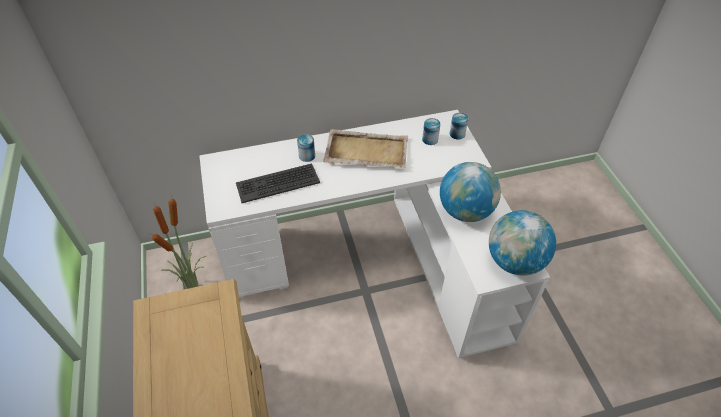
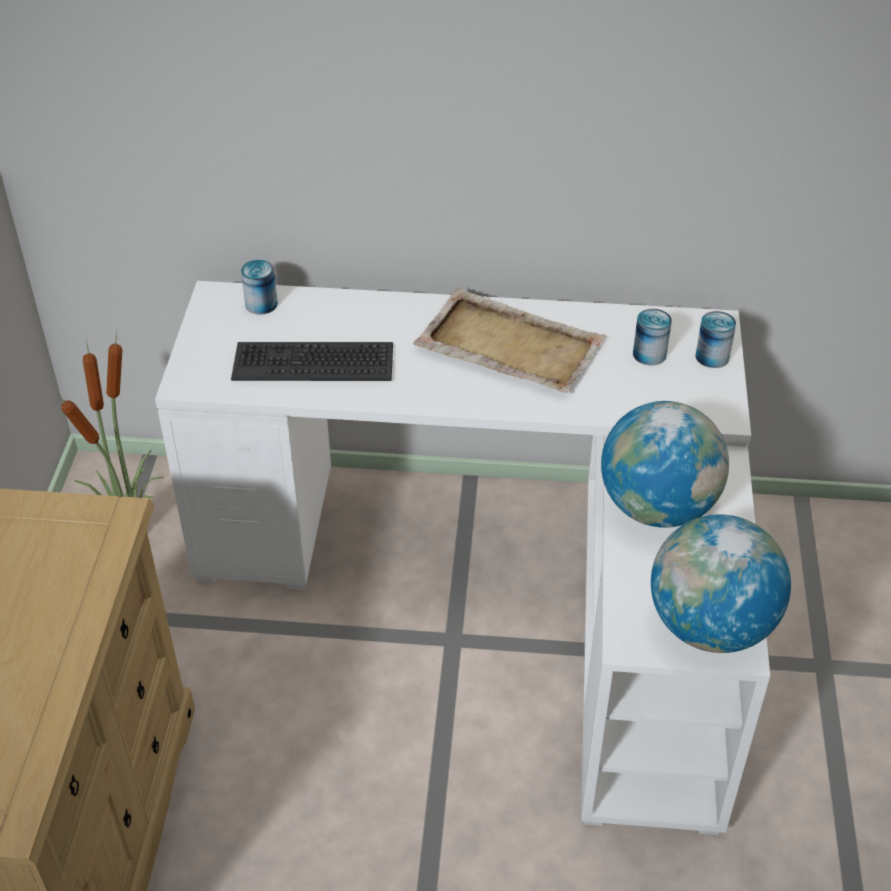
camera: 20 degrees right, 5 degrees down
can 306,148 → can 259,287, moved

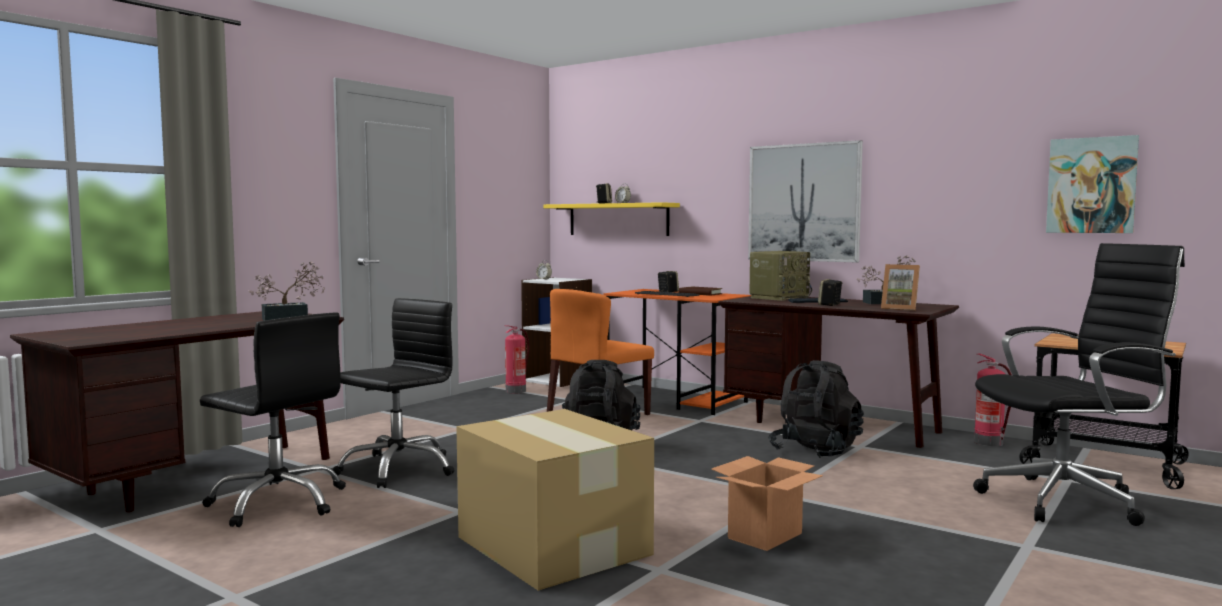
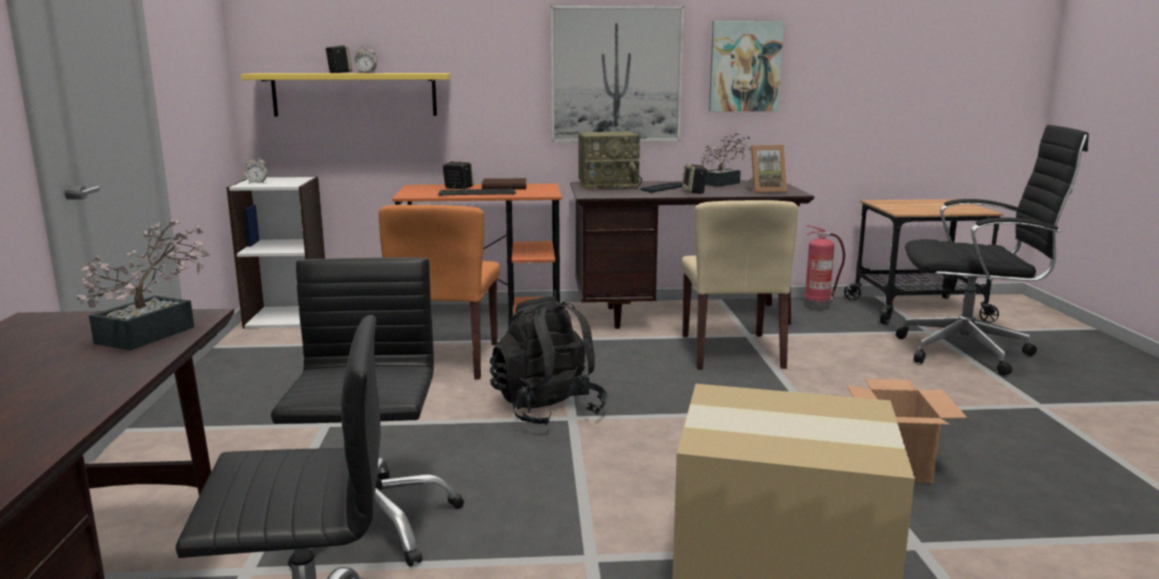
camera: 40 degrees left, 10 degrees up
radio 780,276 → radio 610,161, 75 degrees clockwise
backpack in black 816,409 → chair in beige 740,285
picture 1092,184 → picture 746,66, moved
office chair in black 1079,384 → office chair in black 992,250, 60 degrees clockwise
fire extinguisher 517,359 → -

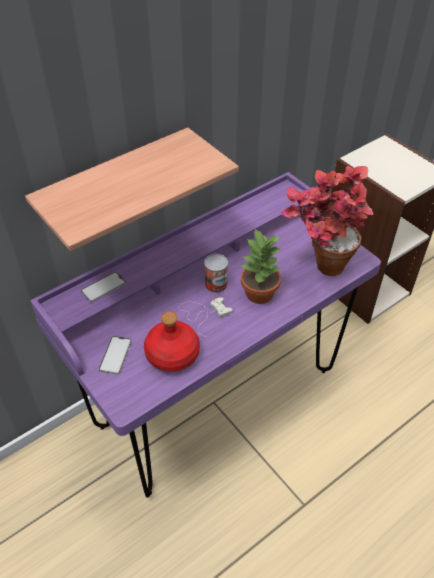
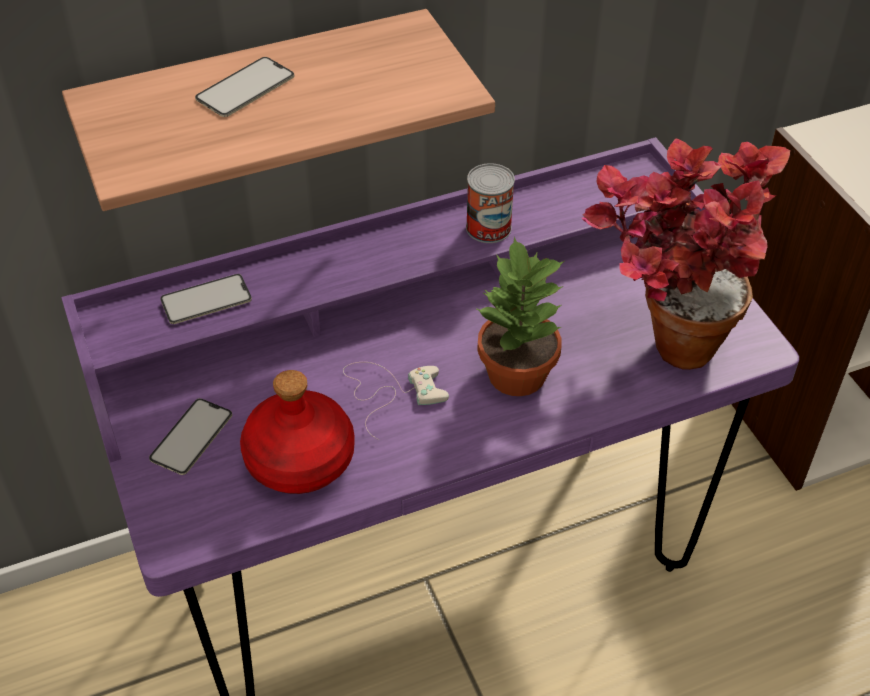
camera: 15 degrees right, 0 degrees up
- → phone 244,87
can 216,273 → can 490,203, moved

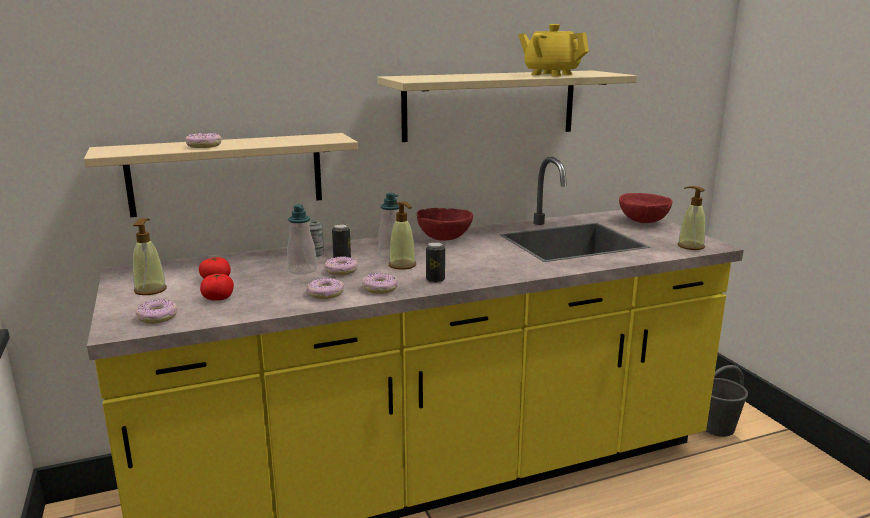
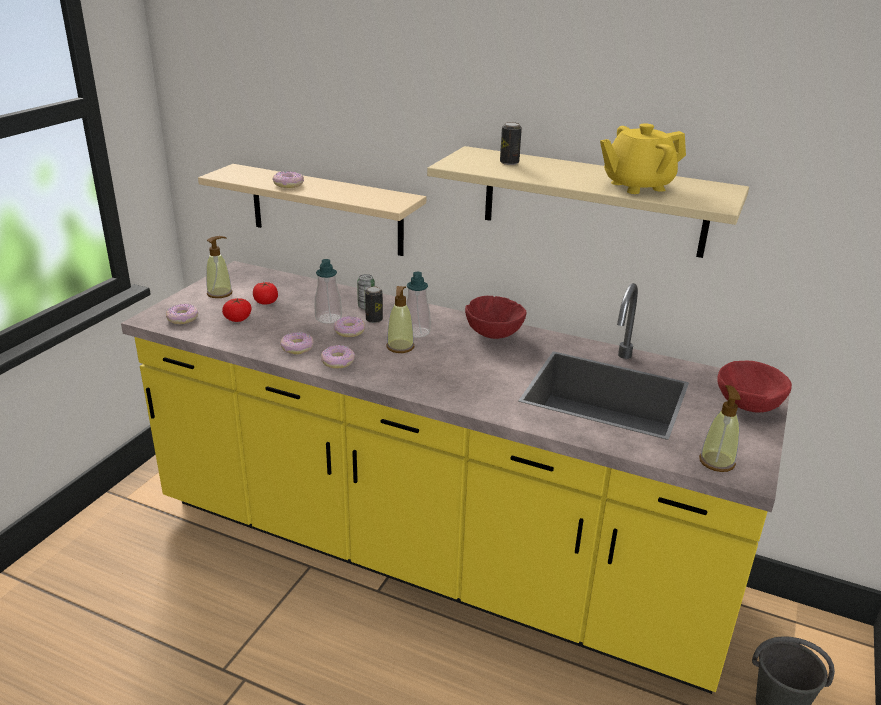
camera: 45 degrees right, 10 degrees up
can 435,262 → can 511,143, moved
teapot in yellow 553,50 → teapot in yellow 643,159, 105 degrees counterclockwise

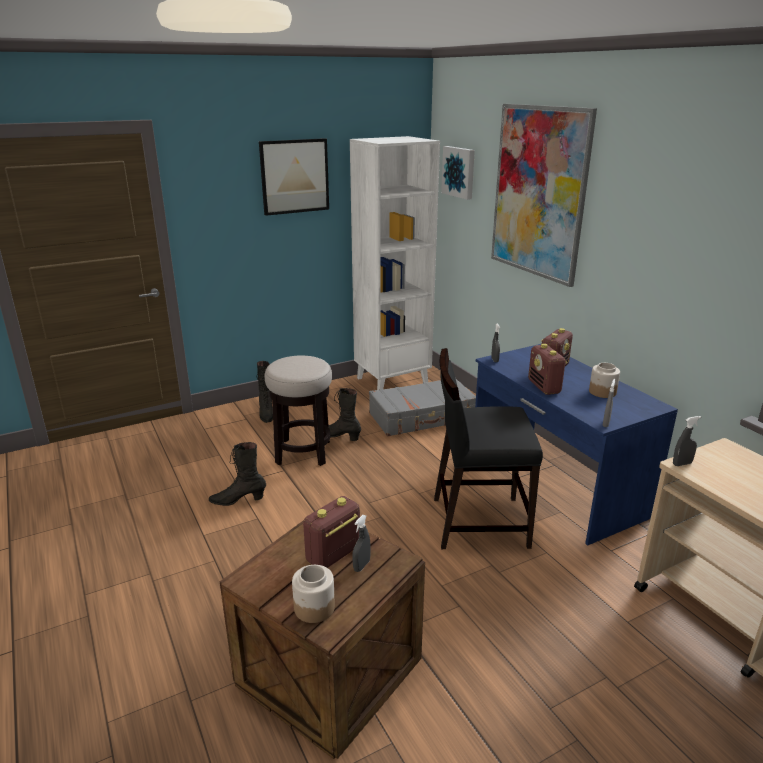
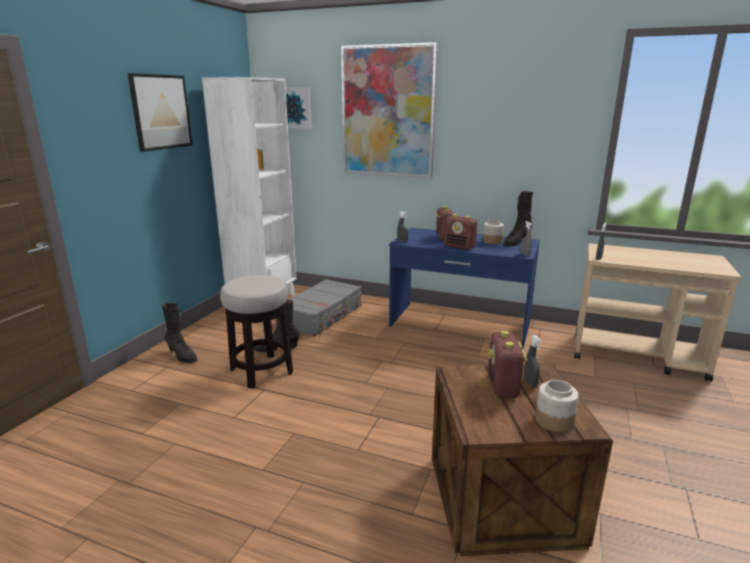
camera: 40 degrees left, 5 degrees down
boot in black 237,474 → boot in black 518,218, moved
chair in black 488,448 → -

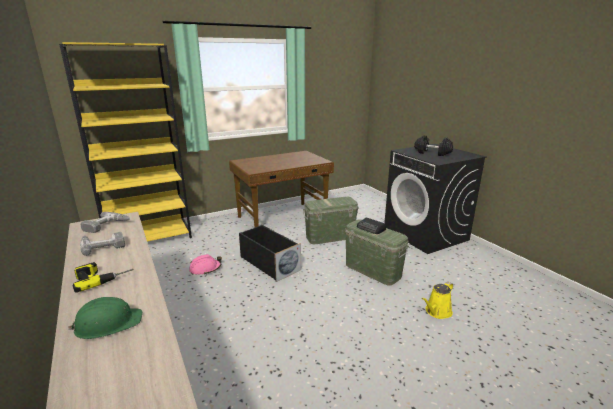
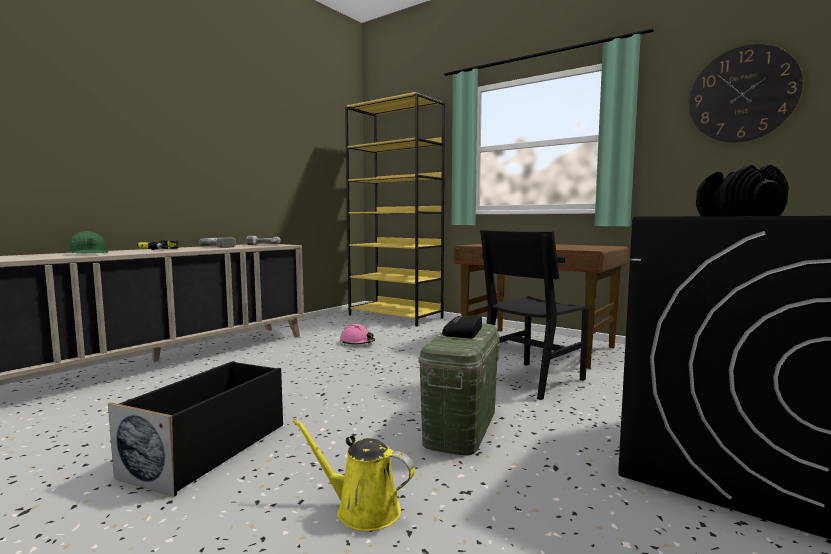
camera: 65 degrees right, 15 degrees down
storage box in black 270,253 → storage box in black 195,429, moved
storage box in green 331,220 → chair in black 536,315
- → wall clock 746,93

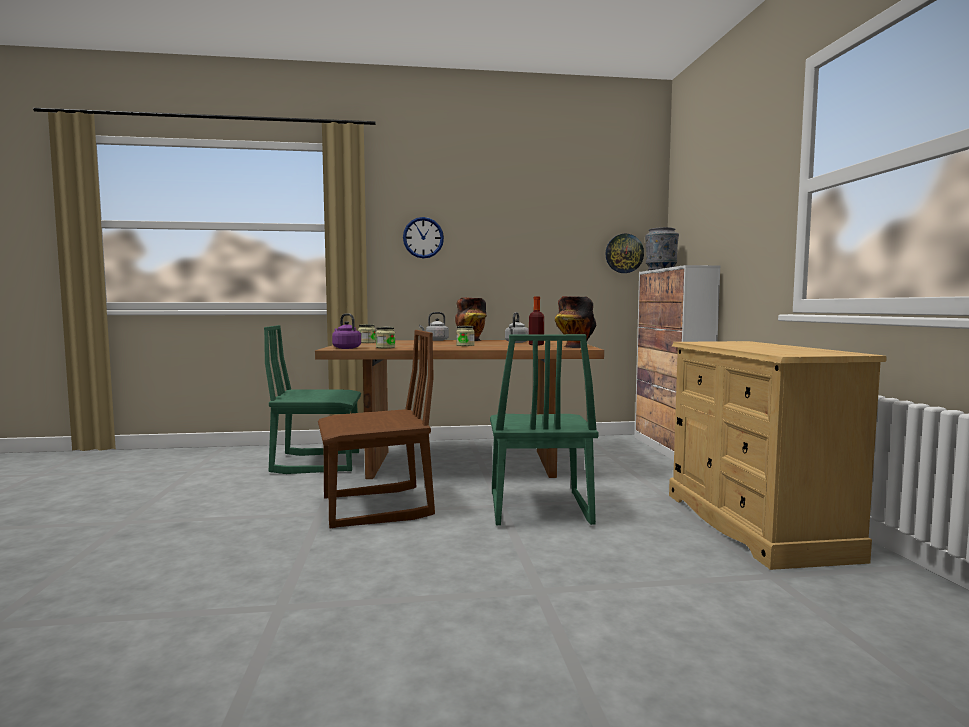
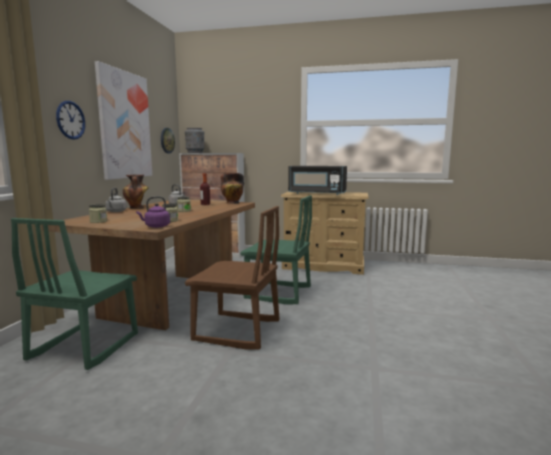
camera: 70 degrees left, 5 degrees up
- → picture 123,120
chair in brown 376,429 → chair in brown 232,278, 105 degrees clockwise
- → microwave in black 317,180

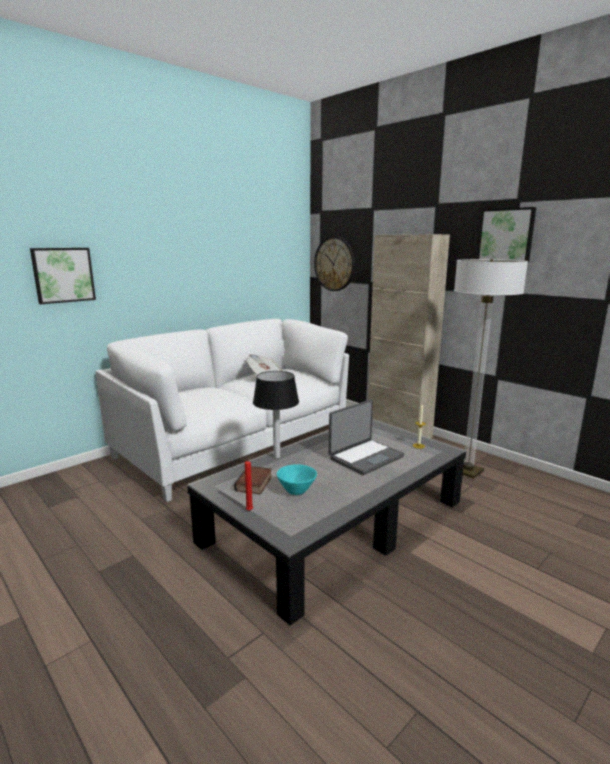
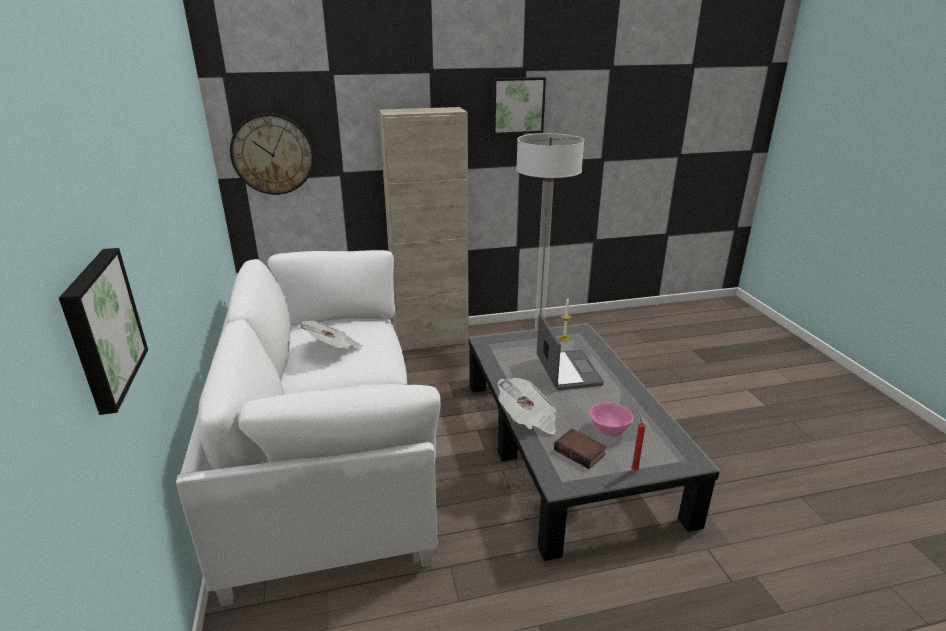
camera: 60 degrees left, 10 degrees up
table lamp 276,415 → newspaper 527,406
bowl in turquoise 297,480 → bowl in pink 611,419

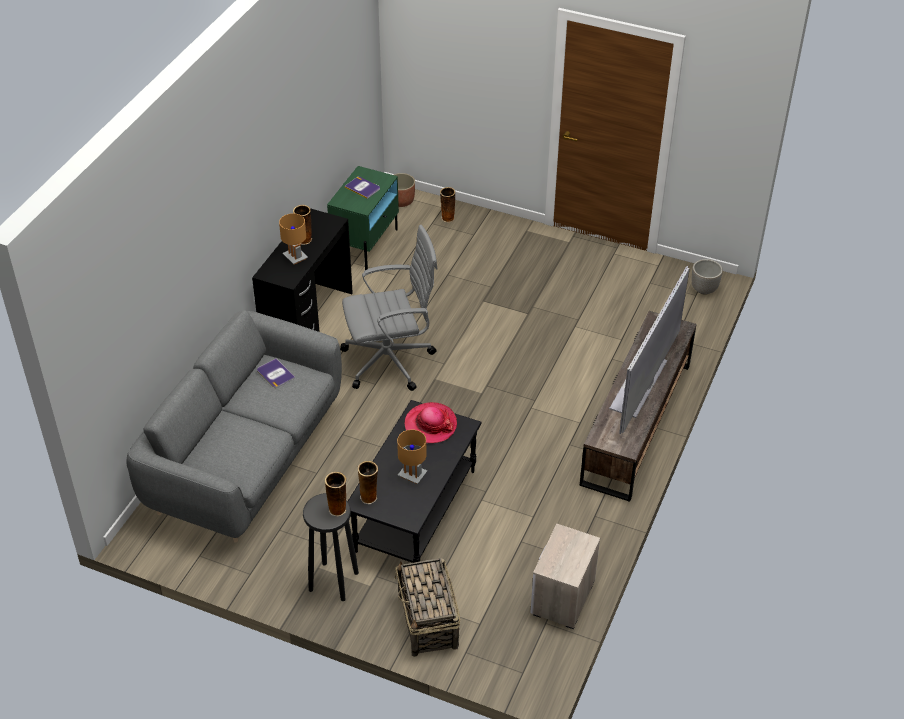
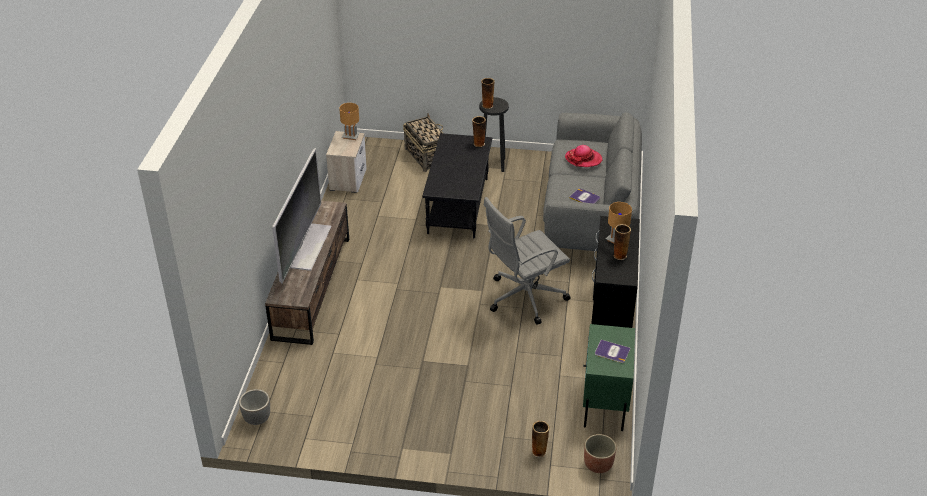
camera: 165 degrees right, 5 degrees down
table lamp in brown 412,456 → table lamp in brown 349,121, moved
hat 431,422 → hat 584,156, moved

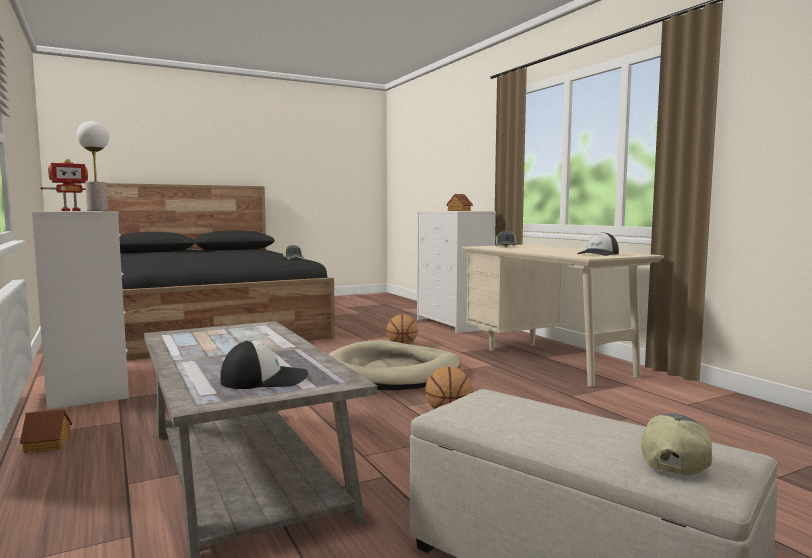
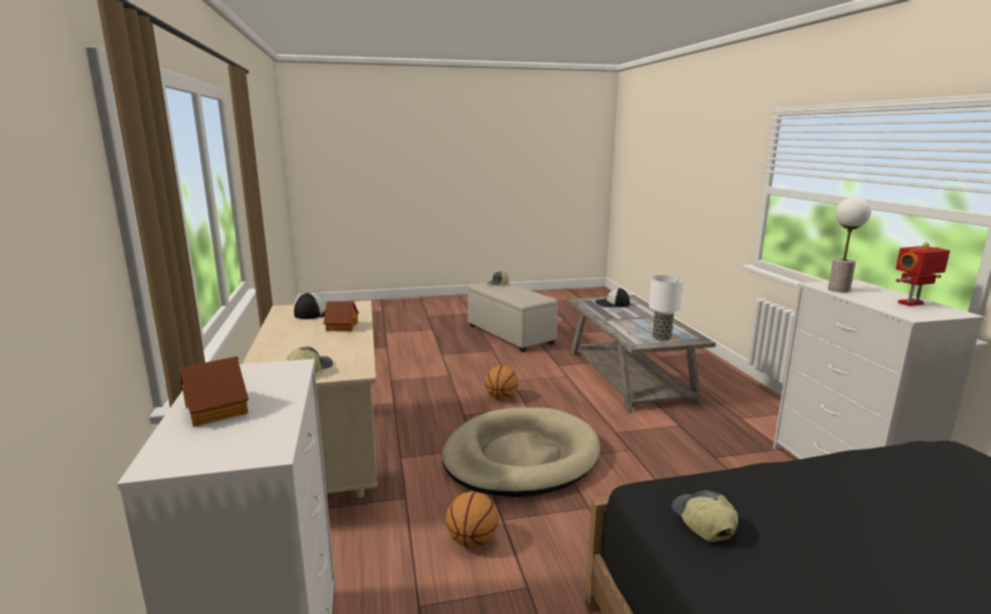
camera: 165 degrees left, 10 degrees up
toy house 46,431 → toy house 341,316, moved
- → table lamp 666,308

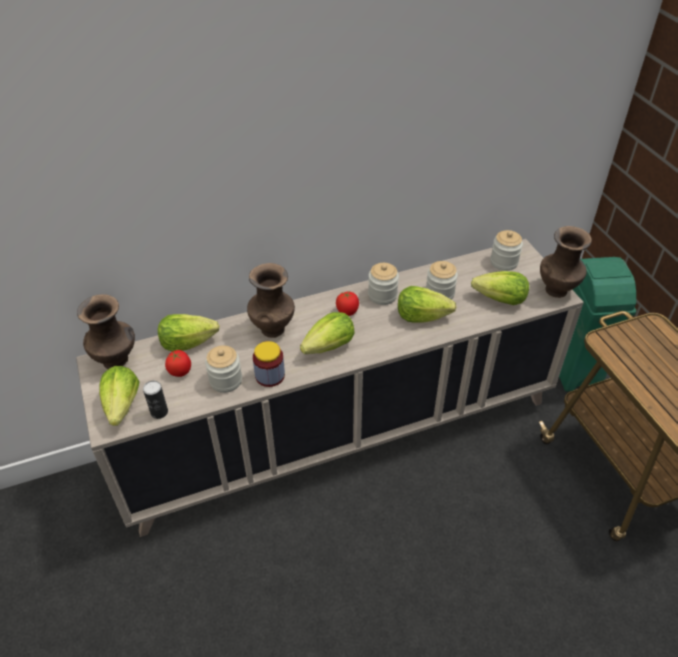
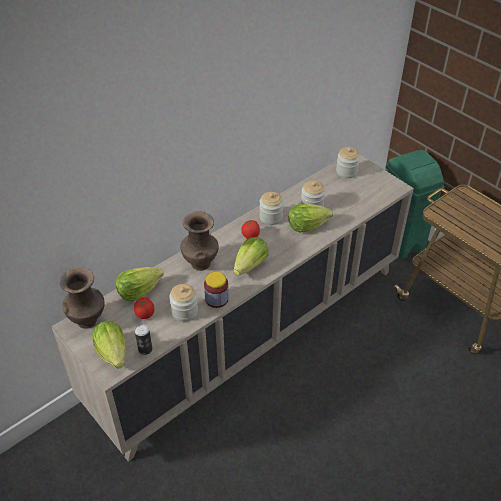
camera: 20 degrees left, 0 degrees up
lettuce 500,288 → -
vase in brown 566,262 → -

